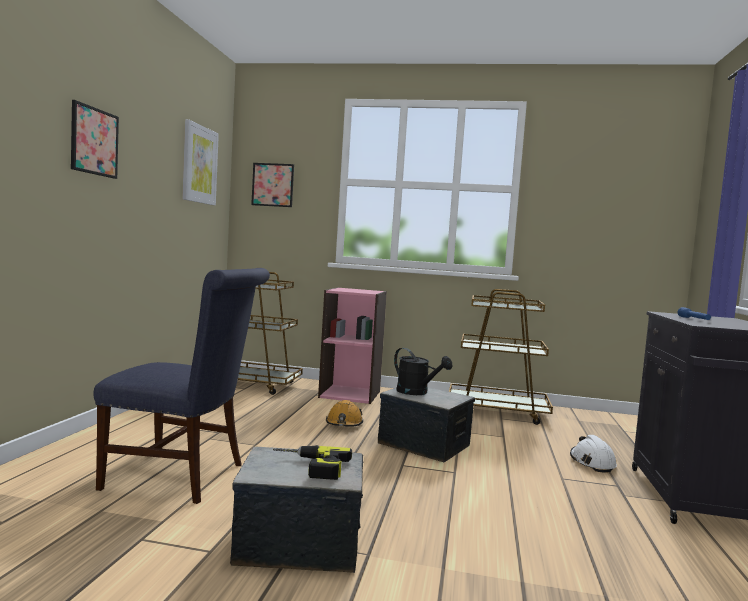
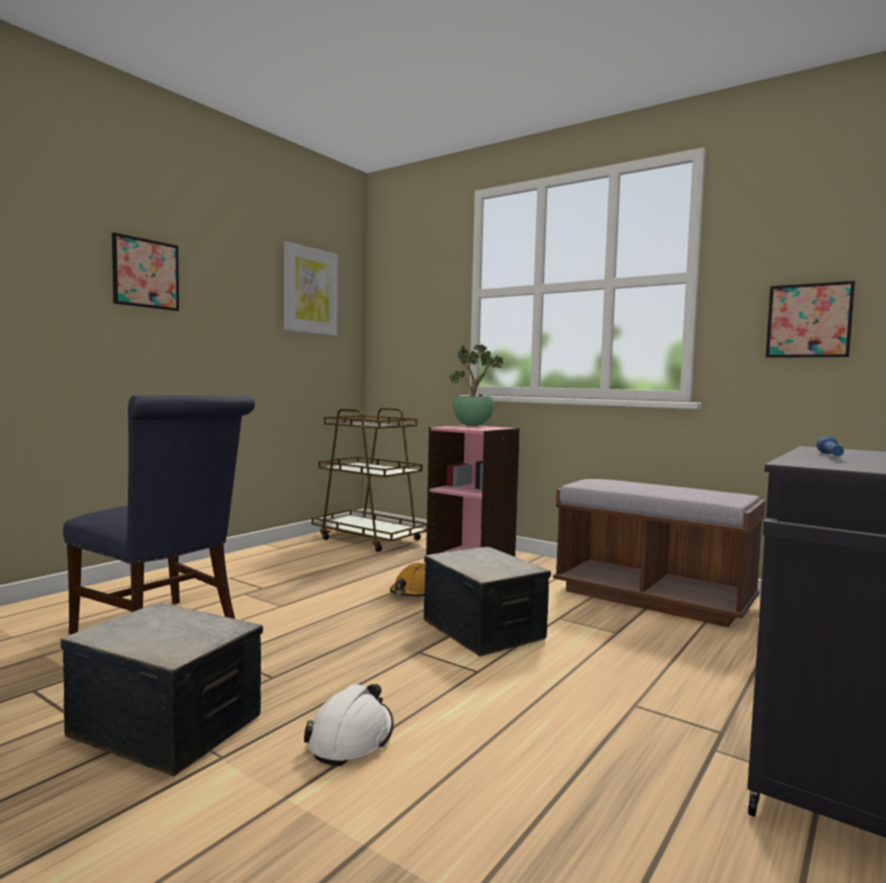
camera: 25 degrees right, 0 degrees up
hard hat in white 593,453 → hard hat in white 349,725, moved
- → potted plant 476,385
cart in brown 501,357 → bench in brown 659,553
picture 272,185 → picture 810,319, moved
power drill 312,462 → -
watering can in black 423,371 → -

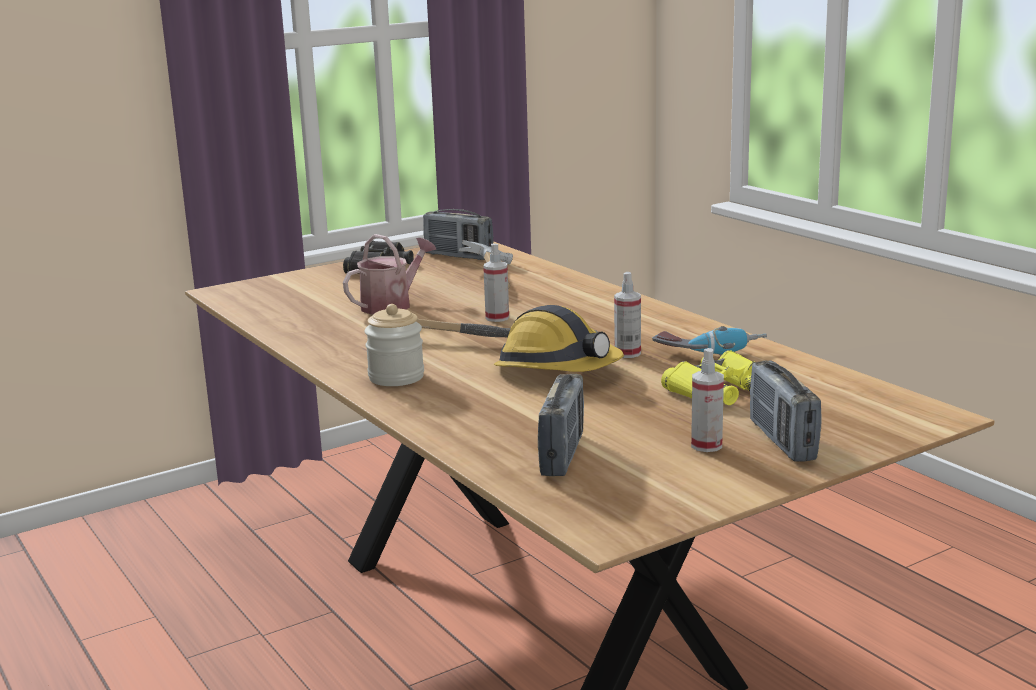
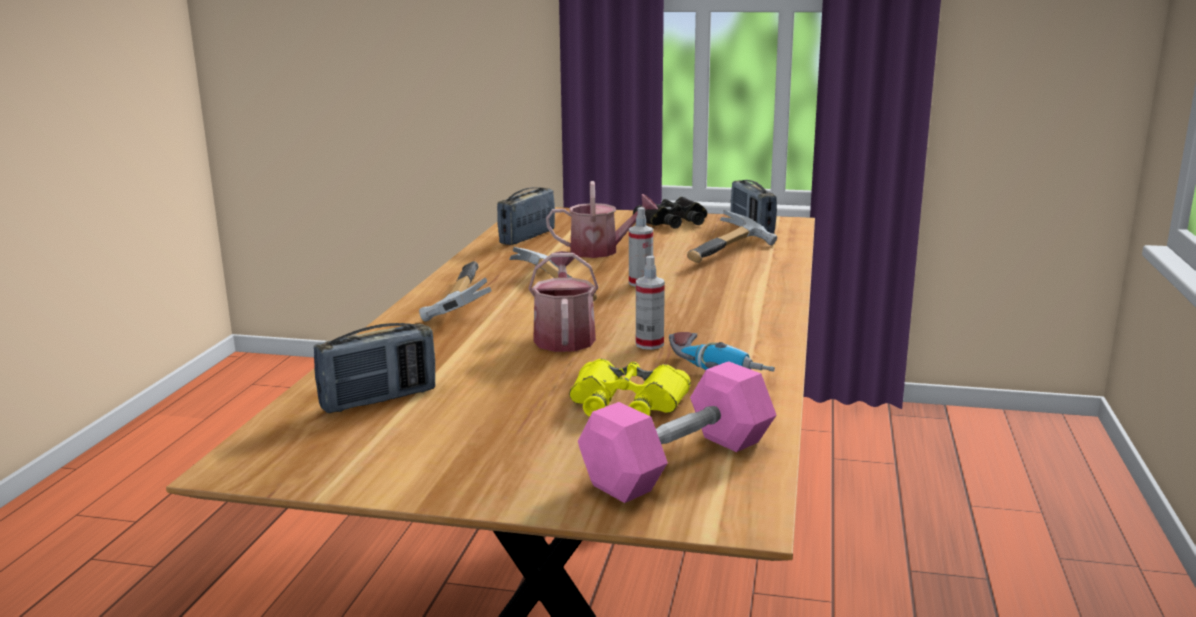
camera: 45 degrees right, 0 degrees up
jar 394,345 → hammer 455,291
radio 786,411 → radio 526,216, moved
hard hat 559,338 → watering can 563,301
- → dumbbell in pink 677,432
spray bottle 707,400 → -

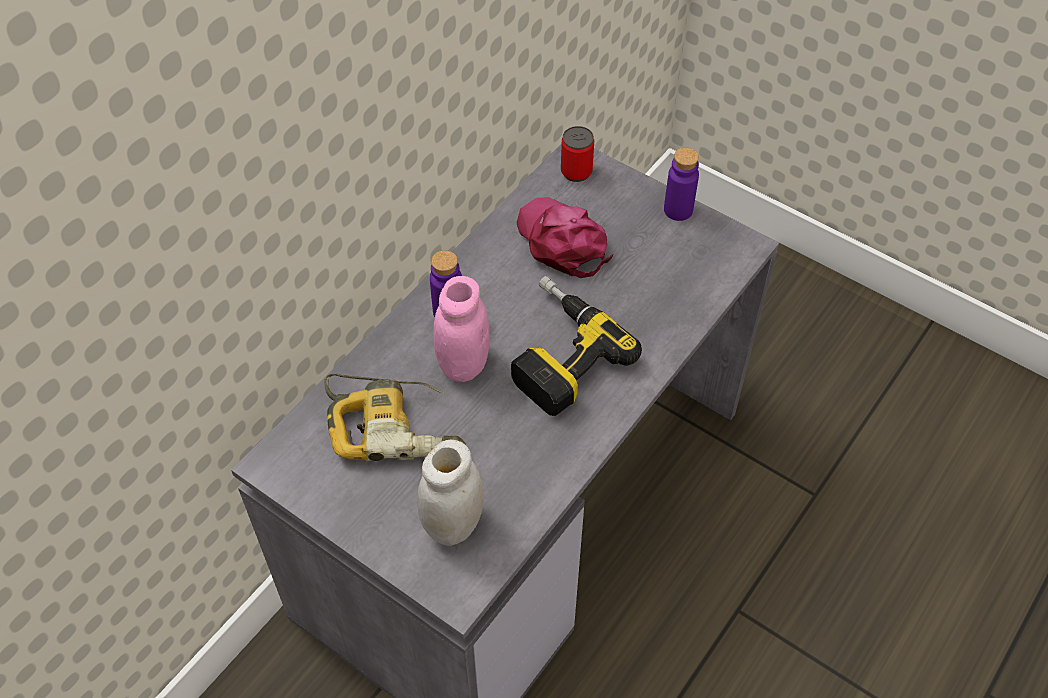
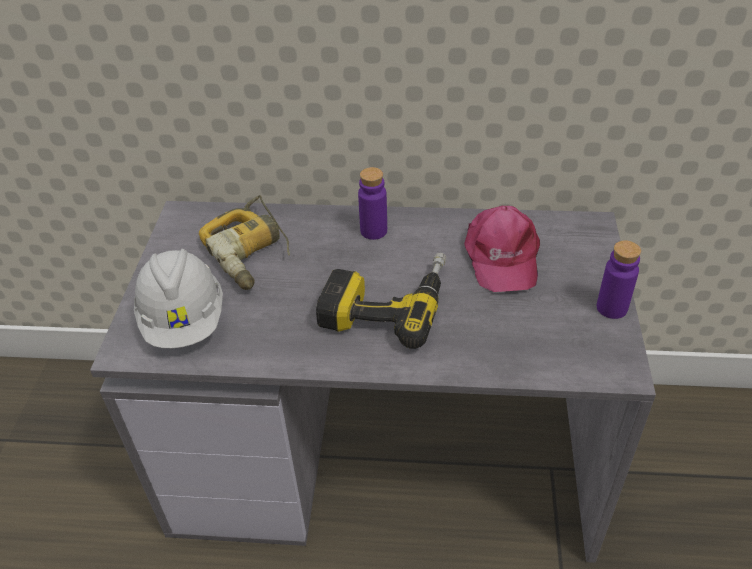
camera: 60 degrees right, 10 degrees down
jar in white 450,493 → hard hat in white 178,298
cap in pink 565,237 → cap in pink 502,249, 150 degrees clockwise
jar in pink 461,329 → -
can 577,154 → -

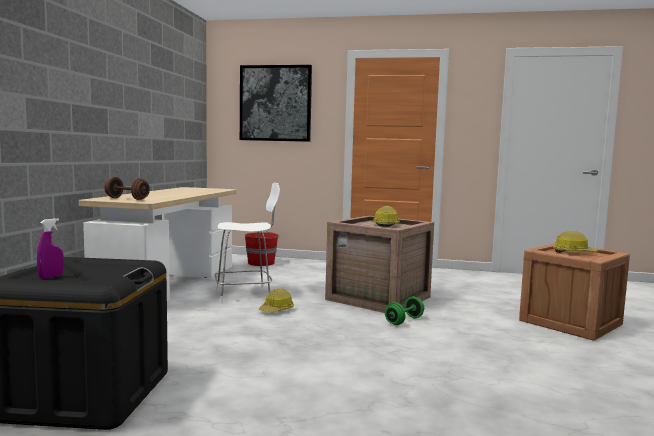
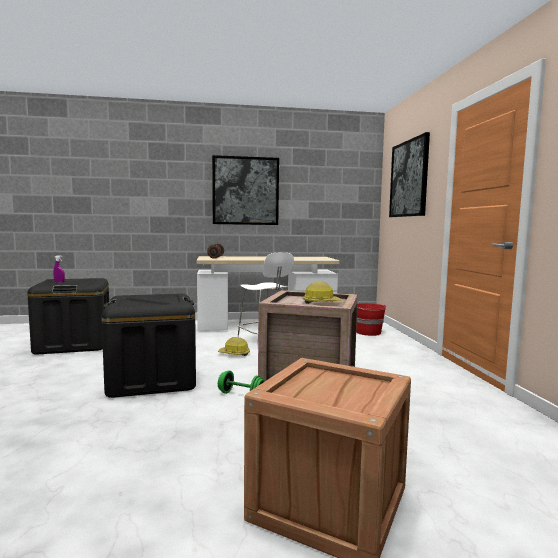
camera: 70 degrees right, 0 degrees up
- → storage box in black 148,346
- → picture 245,190
hard hat 575,242 → -

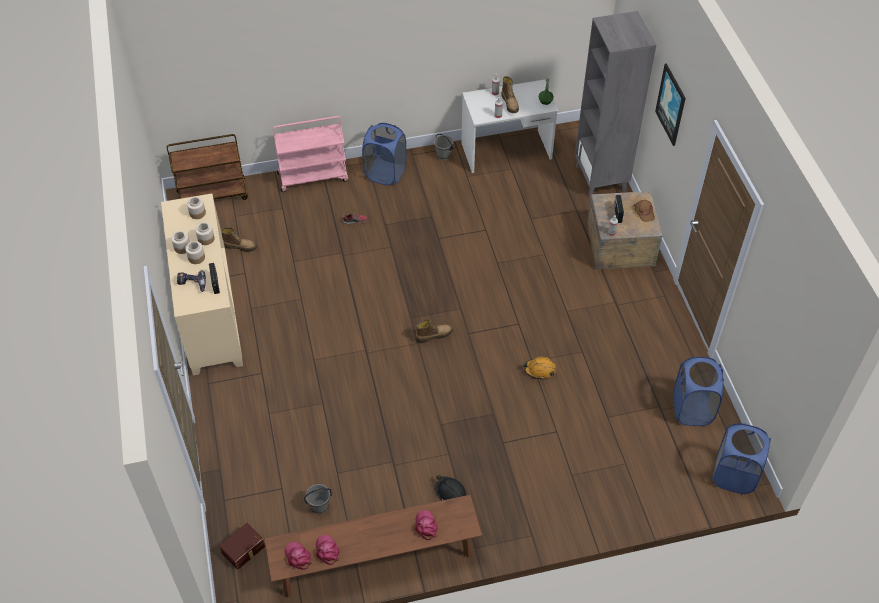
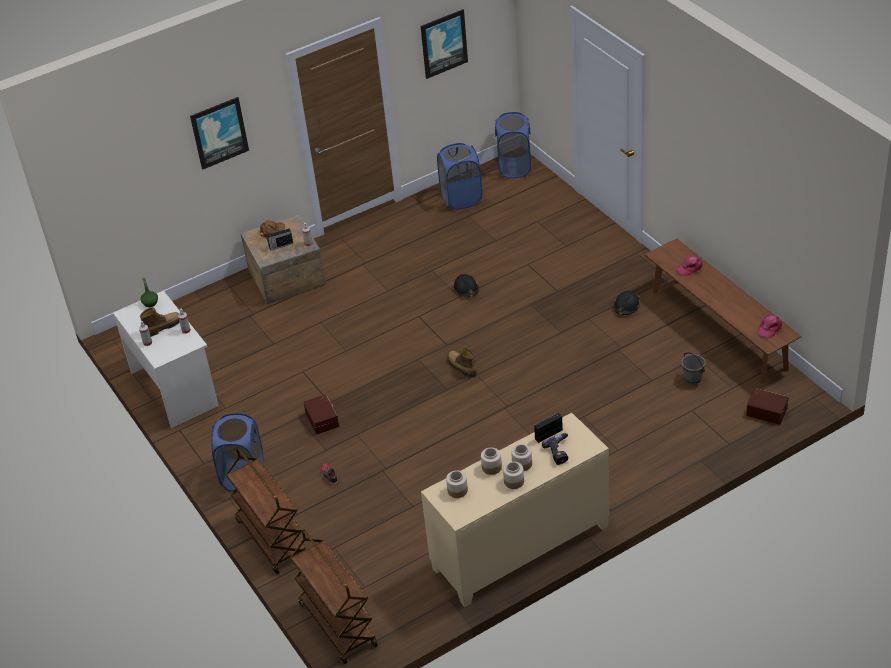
camera: 105 degrees left, 10 degrees down
cart in pink 310,154 → cart in brown 265,510
- → storage box in brown 321,414
- → picture 444,44
hard hat in orange 539,368 → hard hat in black 466,285
boot 239,239 → -
cap in pink 327,550 → -
bucket in grey 444,147 → -
bookcase in grey 615,104 → -

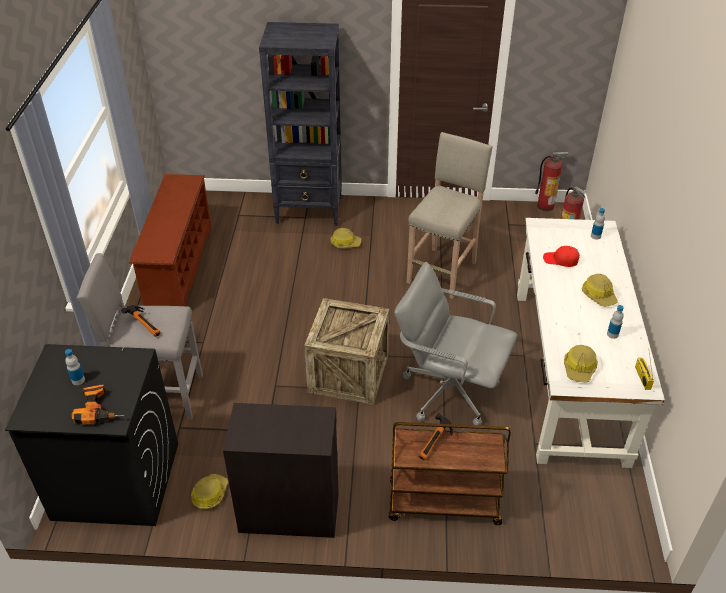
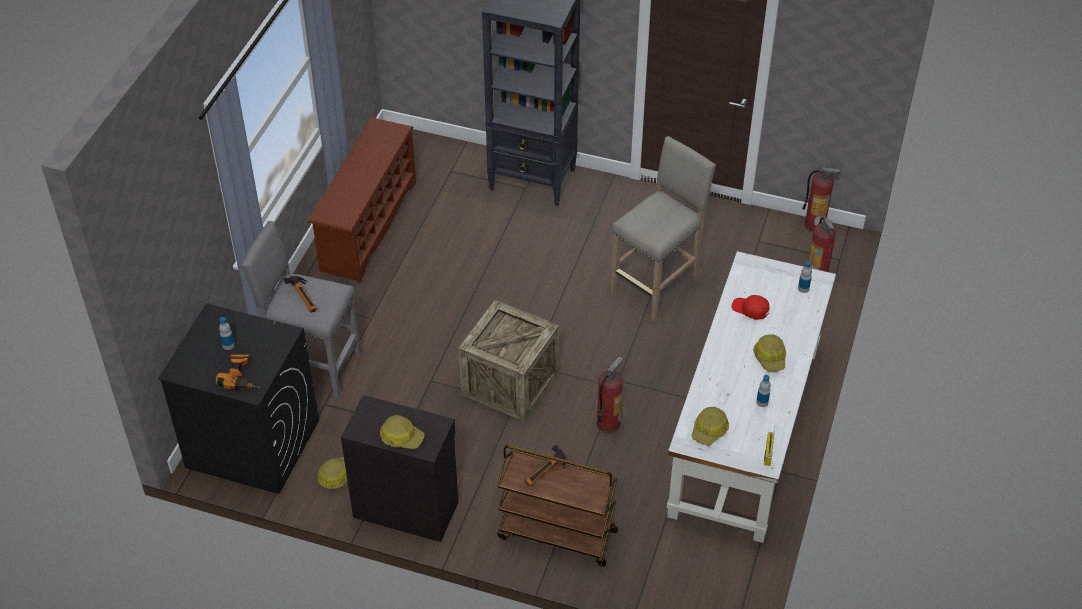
camera: 15 degrees right, 5 degrees up
hard hat 345,238 → hard hat 402,432, moved
office chair in grey 455,343 → fire extinguisher 610,394

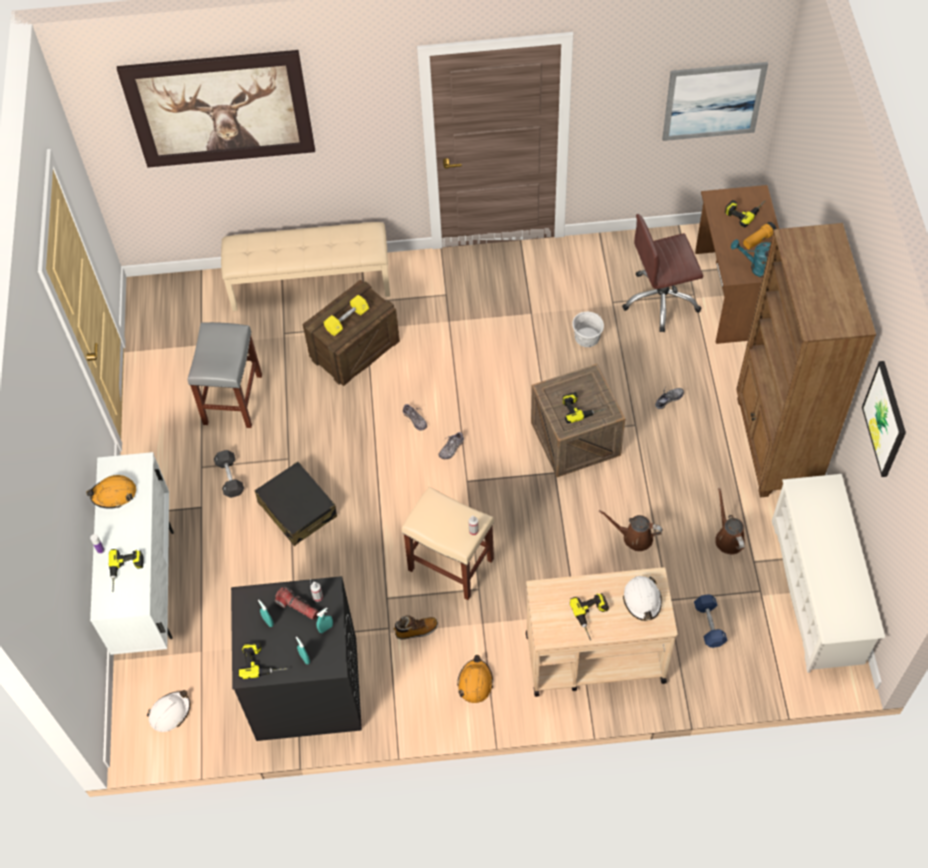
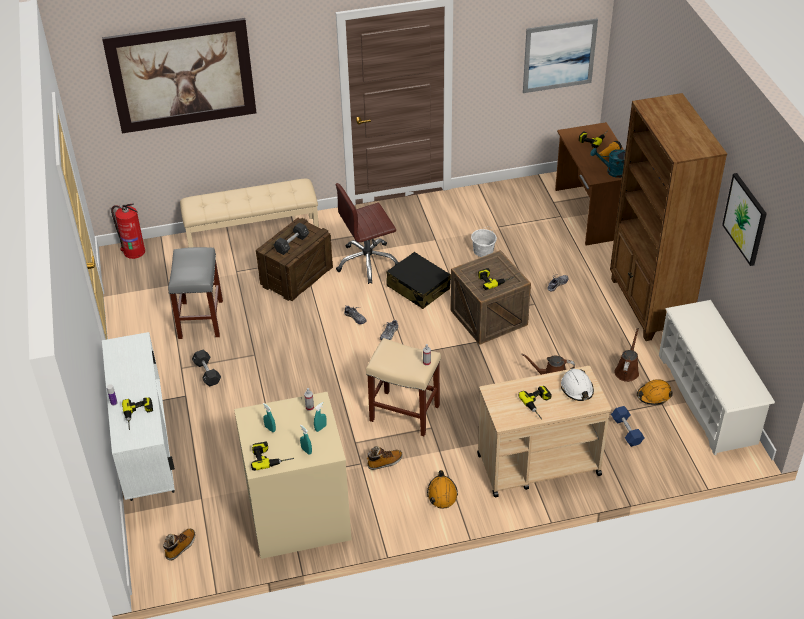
camera: 10 degrees left, 15 degrees down
- → fire extinguisher 128,231
hard hat in white 168,711 → boot 179,545
washing machine in black 296,658 → washing machine in beige 293,475
dumbbell in yellow 346,315 → dumbbell in black 291,239
office chair in brown 662,273 → office chair in brown 367,233, moved
suitcase in black 296,504 → suitcase in black 418,280, moved
watering can in brown 730,521 → watering can in brown 626,355, 45 degrees clockwise
hard hat in orange 111,492 → hard hat in orange 655,392, moved
flashlight 297,603 → -

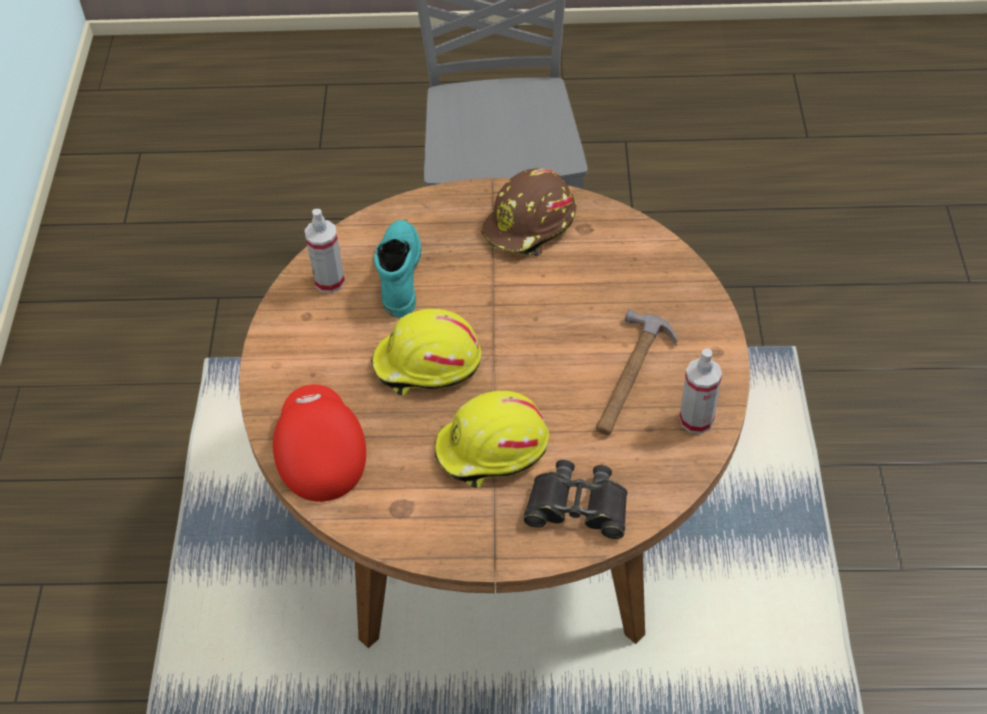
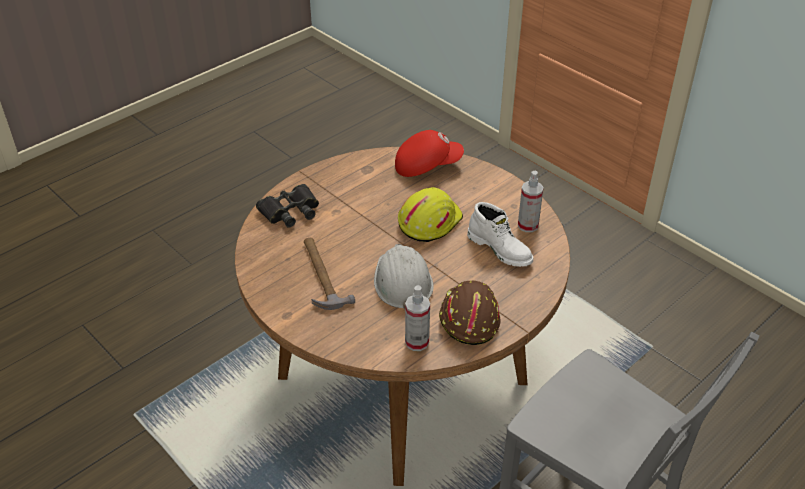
camera: 135 degrees right, 10 degrees down
- → hard hat in white 404,276
cap in red 319,443 → cap in red 429,153, 45 degrees counterclockwise
spray bottle 700,391 → spray bottle 417,318, moved
boot in turquoise 397,269 → boot in white 500,234
hard hat in yellow 492,439 → -

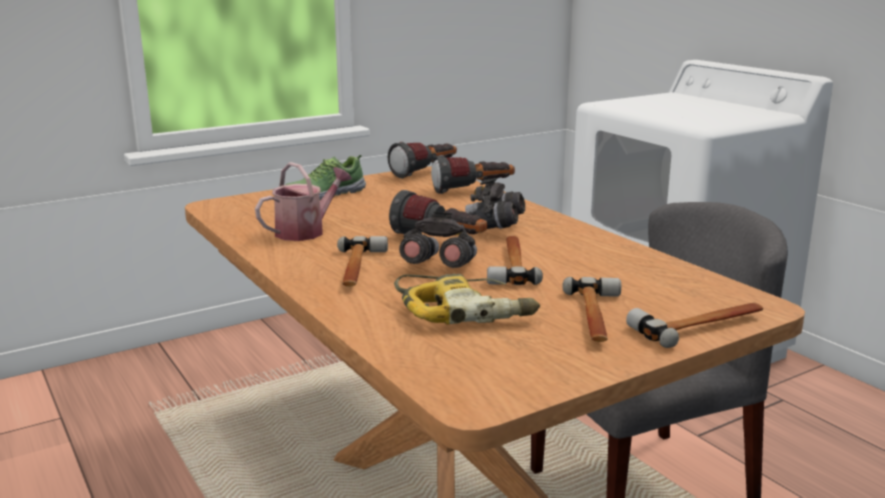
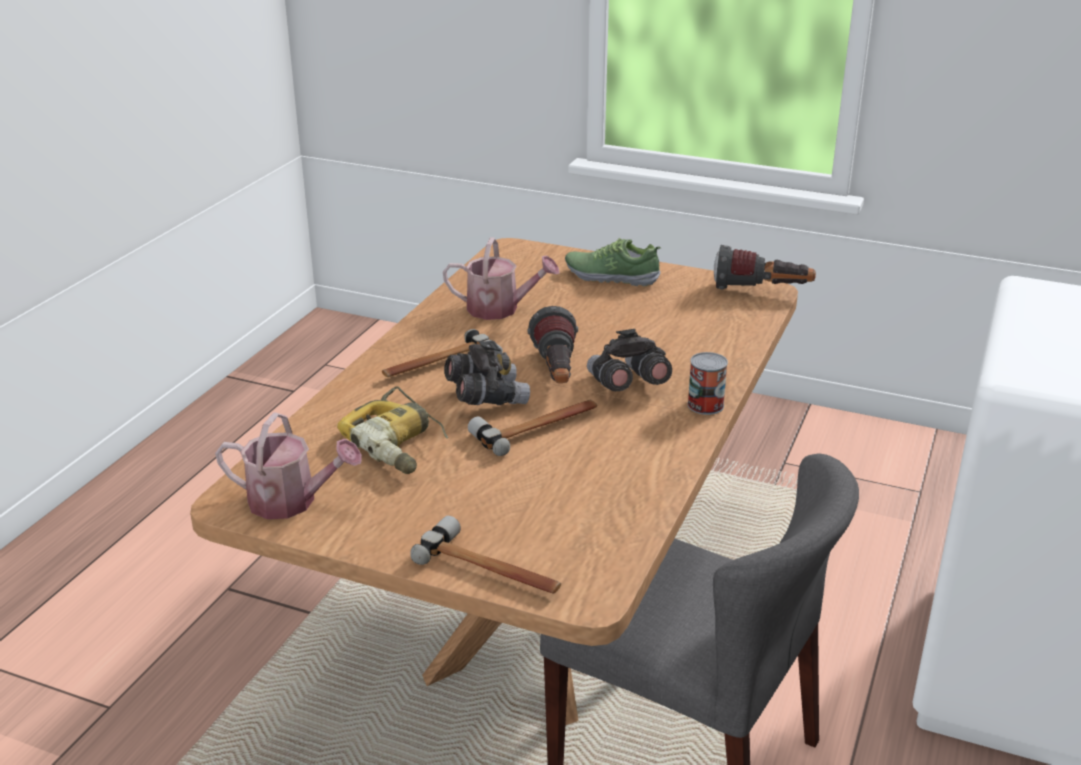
camera: 55 degrees right, 10 degrees up
- → watering can 288,465
- → can 707,383
flashlight 473,174 → -
hammer 591,309 → -

